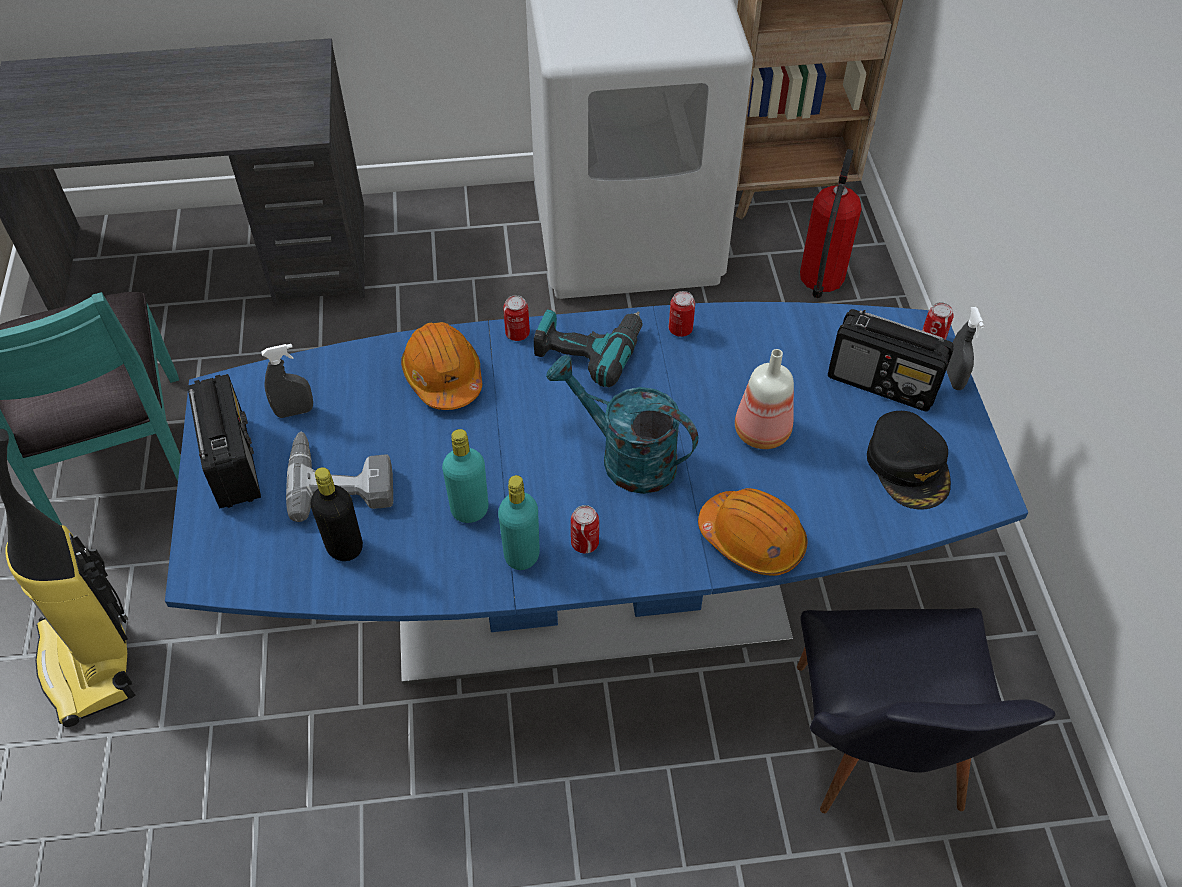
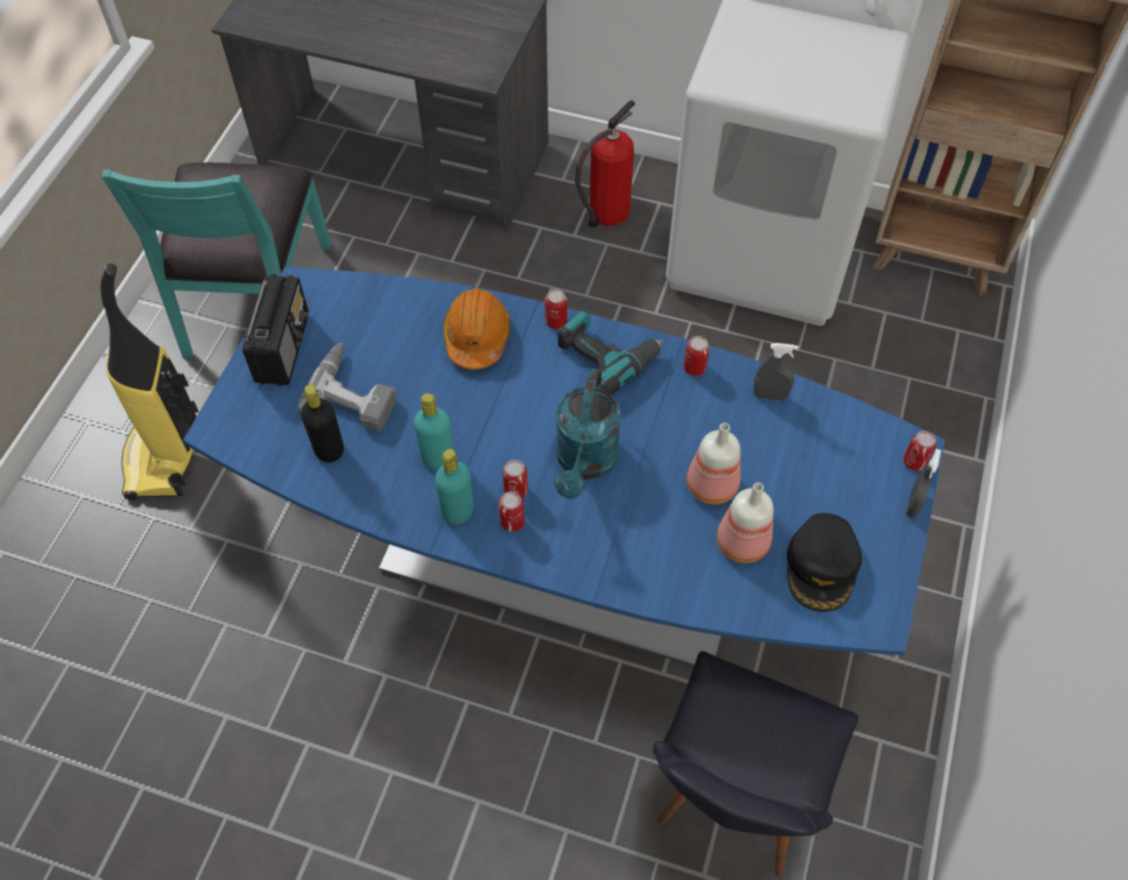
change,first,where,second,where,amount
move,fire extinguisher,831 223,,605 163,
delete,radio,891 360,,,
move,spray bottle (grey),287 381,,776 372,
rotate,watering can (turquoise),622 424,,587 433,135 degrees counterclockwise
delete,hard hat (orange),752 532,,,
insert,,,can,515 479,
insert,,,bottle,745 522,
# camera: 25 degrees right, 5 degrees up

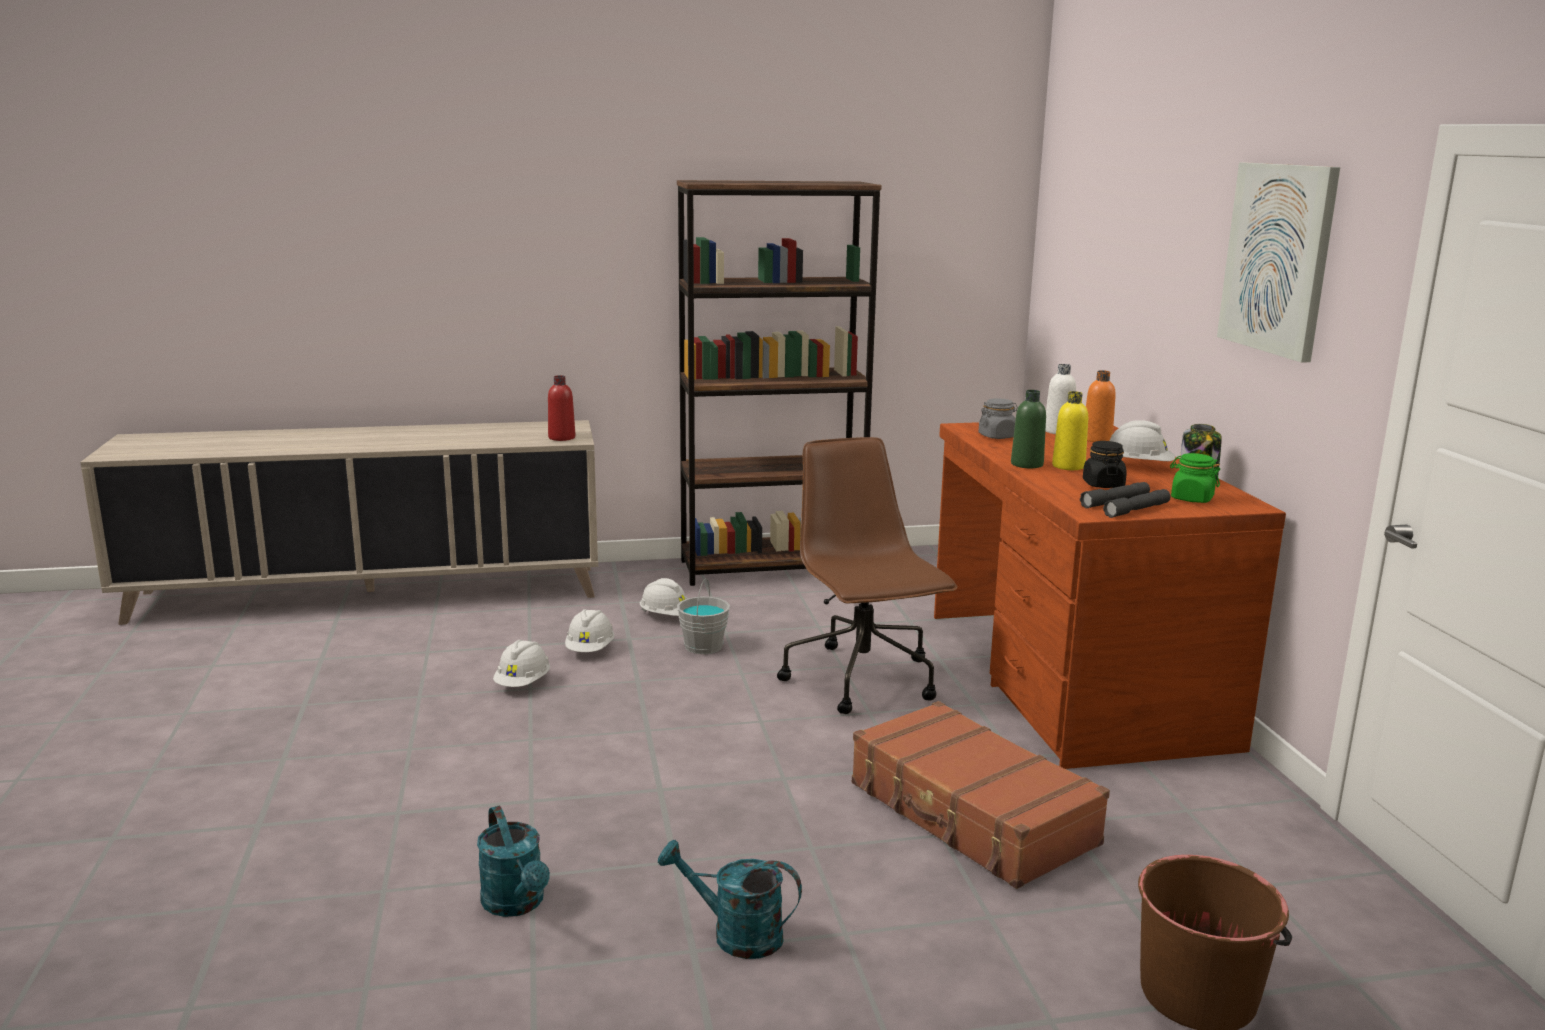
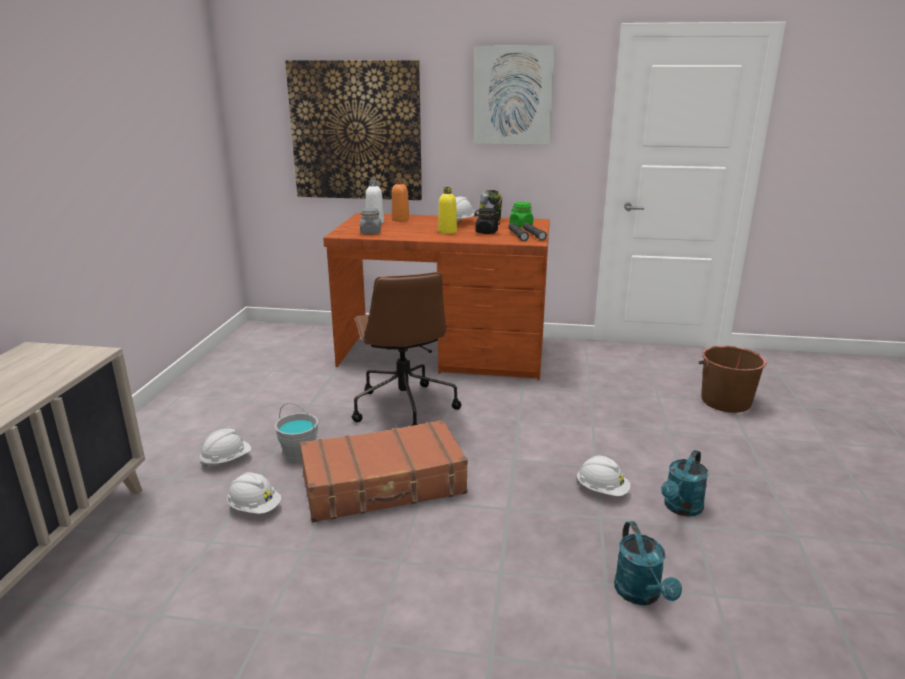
change,first,where,second,where,amount
delete,bookcase (brown),779 383,,,
delete,bottle (red),561 408,,,
delete,bottle (green),1028 429,,,
rotate,office chair (brown),867 575,,406 349,105 degrees counterclockwise
move,hard hat (white),521 663,,603 476,
move,suitcase (brown),981 795,,384 471,
rotate,watering can (turquoise),513 861,,648 563,90 degrees clockwise
insert,,,picture,353 130,
# camera: 70 degrees left, 5 degrees up

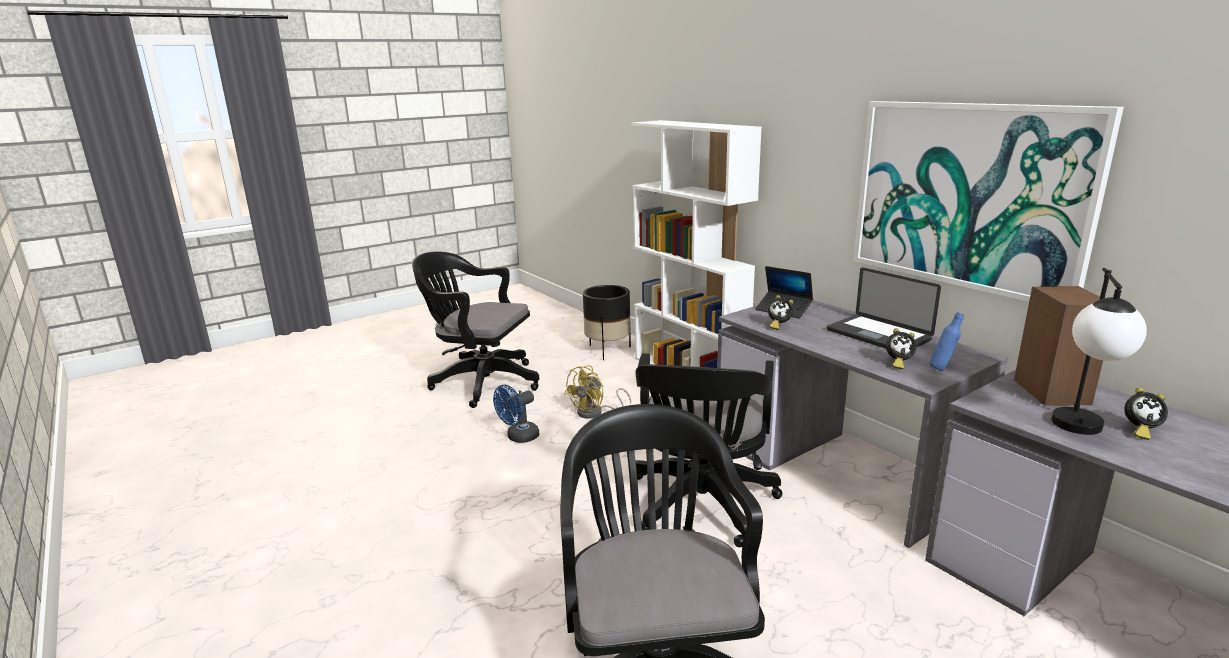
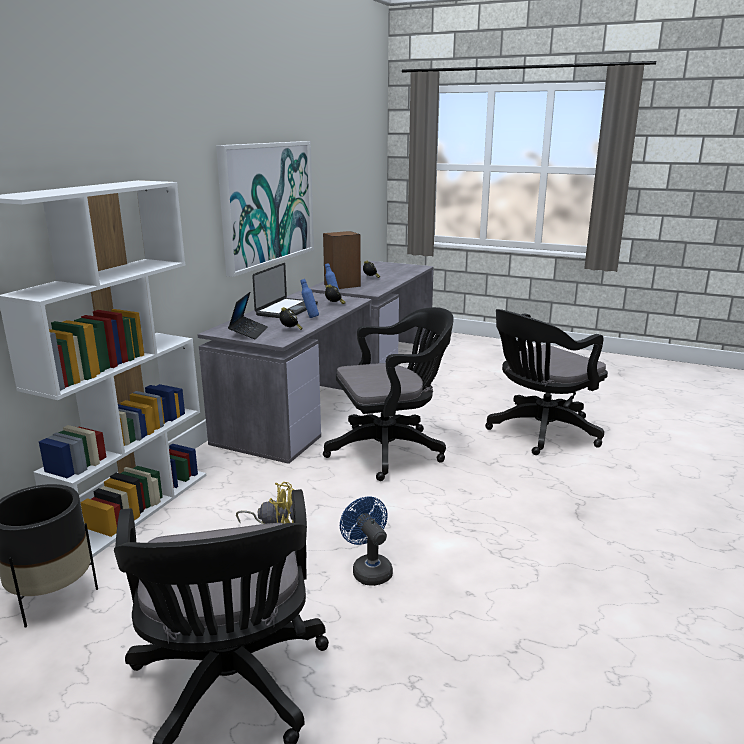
change,first,where,second,where,amount
delete,table lamp,1099 351,,,
rotate,fan (blue),516 414,,366 541,135 degrees counterclockwise
insert,,,bottle (blue),310 298,
# camera: 120 degrees left, 0 degrees up

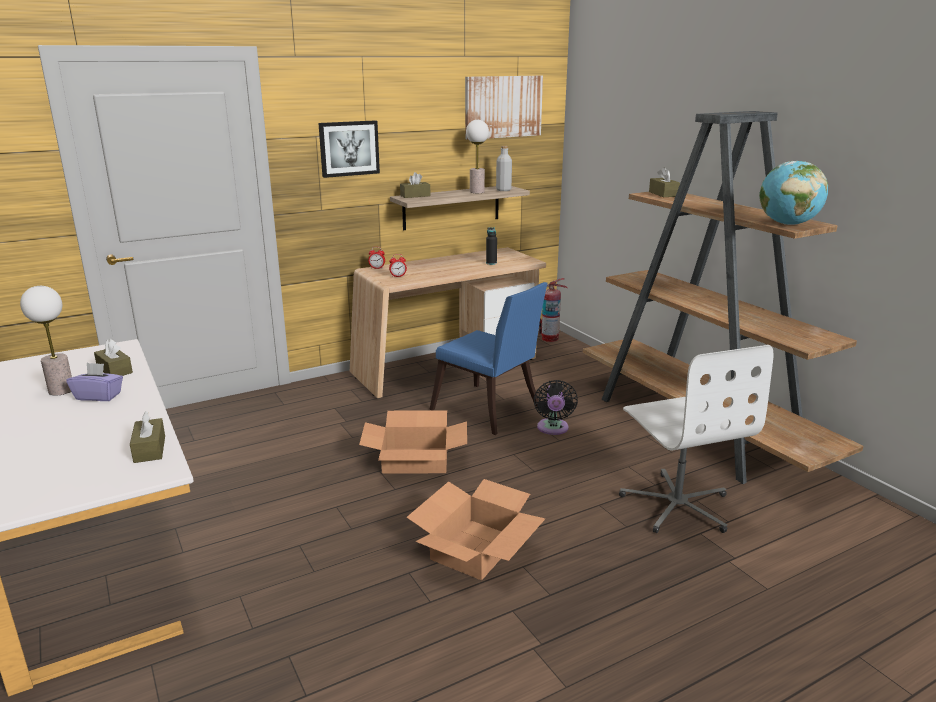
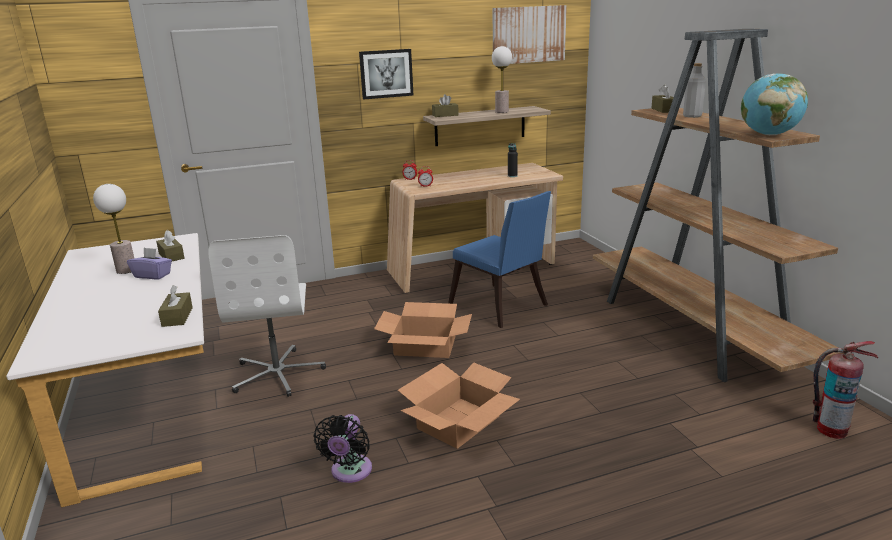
change,first,where,second,where,amount
move,bottle (grey),504 168,,694 90,
move,fire extinguisher,553 310,,845 390,
move,office chair (white),696 439,,267 316,
move,fan (black),556 407,,343 448,
# camera: 10 degrees right, 0 degrees up

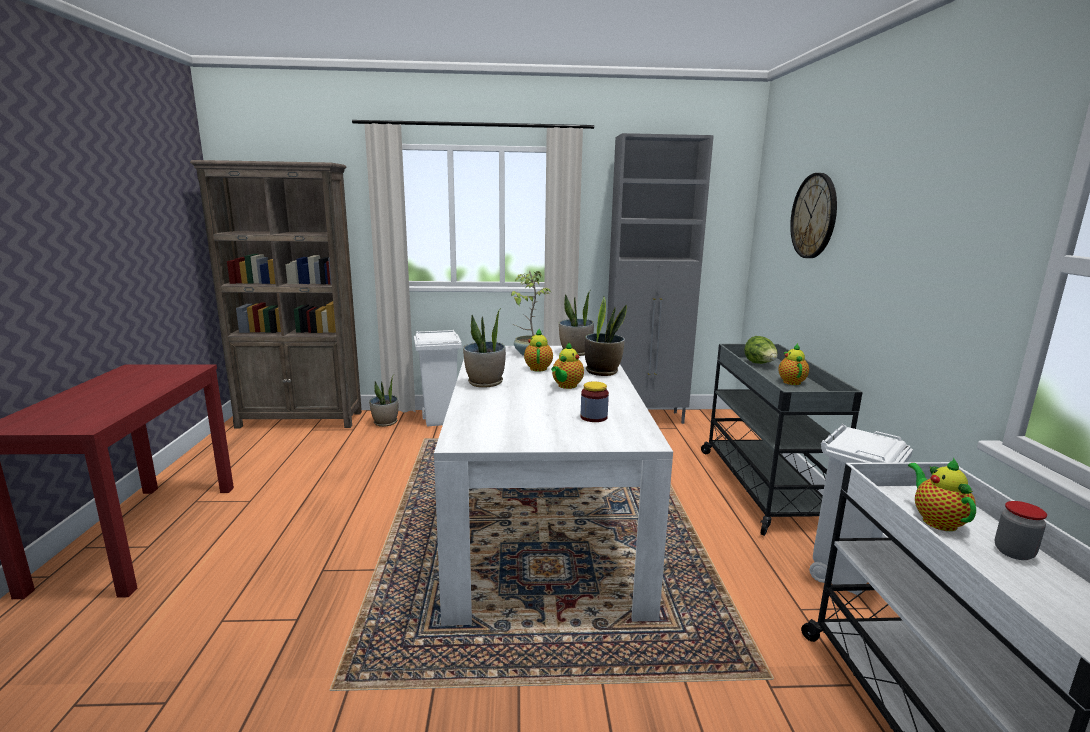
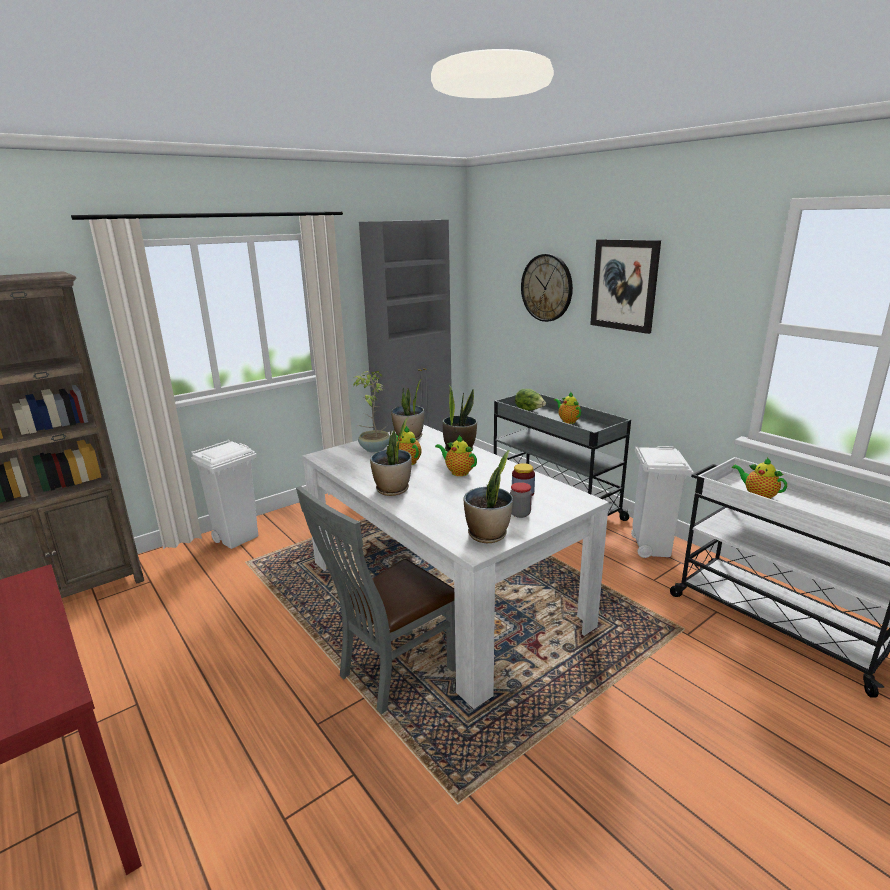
change,first,where,second,where,amount
rotate,teapot,567 365,,456 455,135 degrees clockwise
move,potted plant,383 401,,488 496,
move,jar,1021 530,,521 500,
insert,,,picture,625 286,
insert,,,chair (grey),376 600,
# camera: 35 degrees left, 5 degrees up

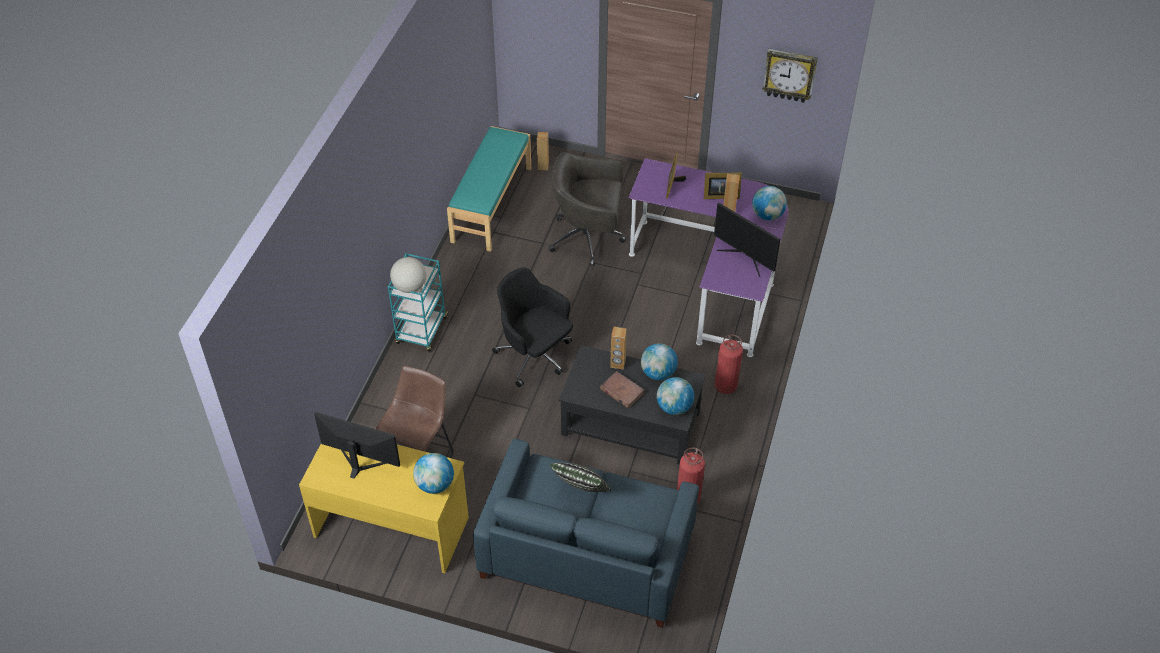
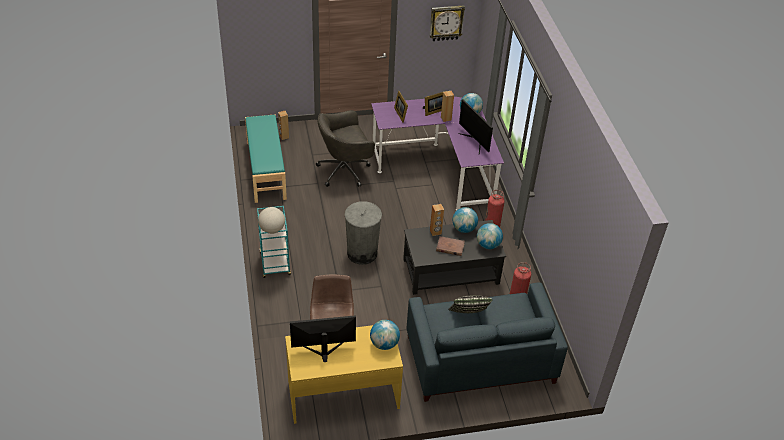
change,first,where,second,where,amount
rotate,monitor,747 240,,475 127,45 degrees clockwise
replace,office chair (black),532 327,trash can (grey),363 233,
# camera: 30 degrees left, 5 degrees down

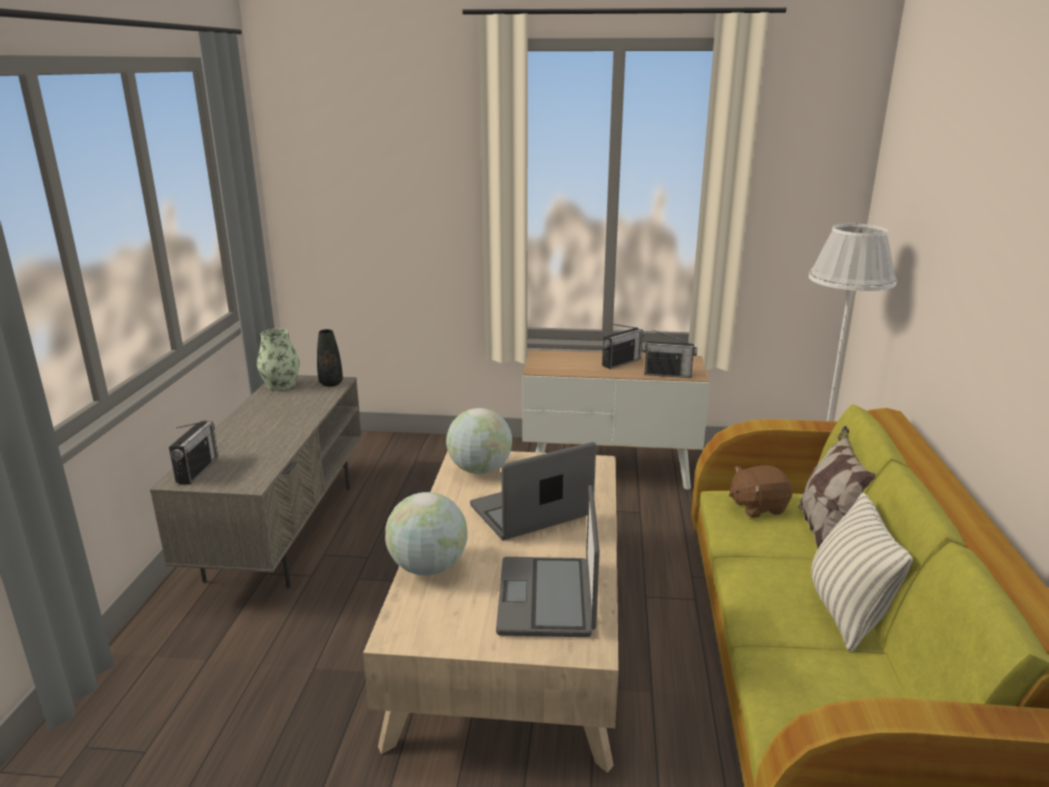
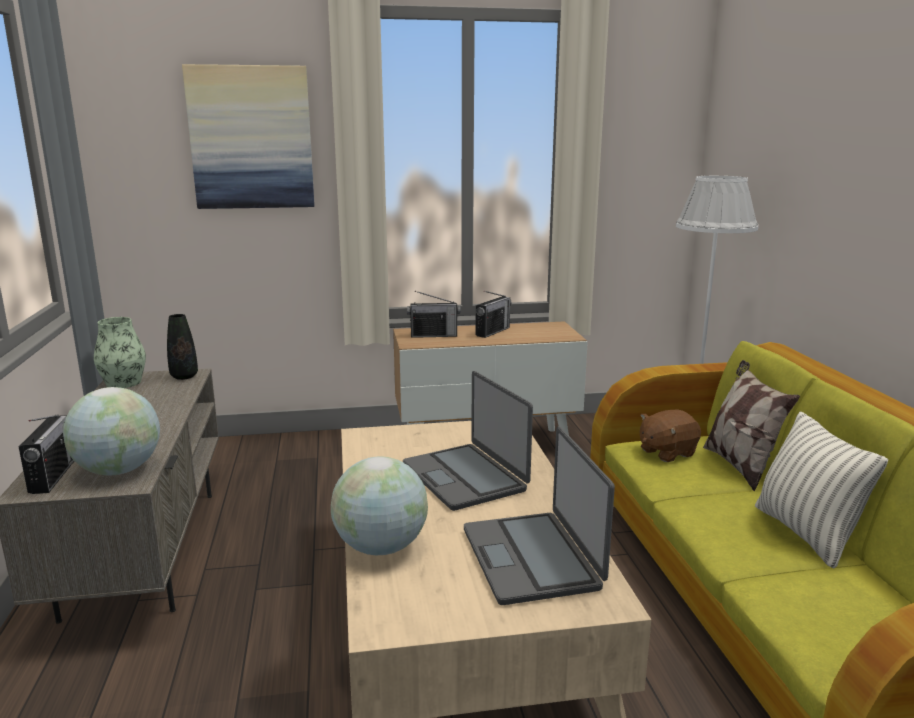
change,first,where,second,where,amount
move,radio,669 354,,434 314,
move,globe,479 441,,111 431,
rotate,laptop,533 491,,468 441,75 degrees counterclockwise
insert,,,picture,248 136,
# camera: 15 degrees left, 5 degrees down

